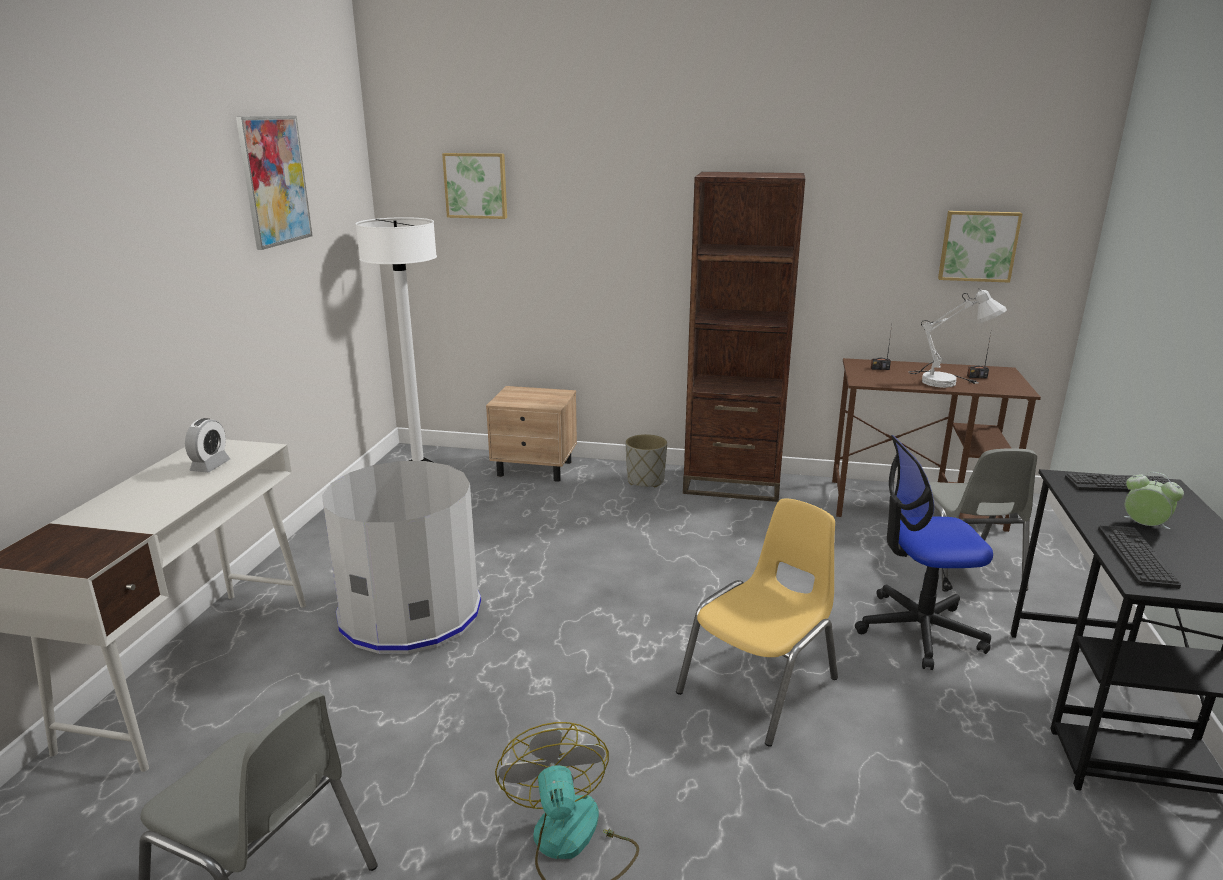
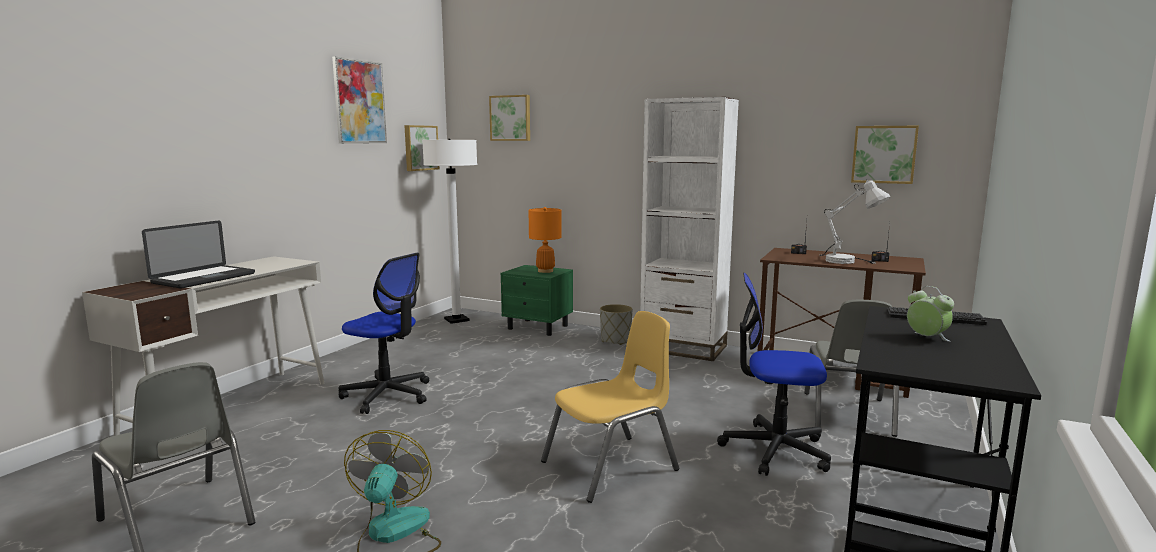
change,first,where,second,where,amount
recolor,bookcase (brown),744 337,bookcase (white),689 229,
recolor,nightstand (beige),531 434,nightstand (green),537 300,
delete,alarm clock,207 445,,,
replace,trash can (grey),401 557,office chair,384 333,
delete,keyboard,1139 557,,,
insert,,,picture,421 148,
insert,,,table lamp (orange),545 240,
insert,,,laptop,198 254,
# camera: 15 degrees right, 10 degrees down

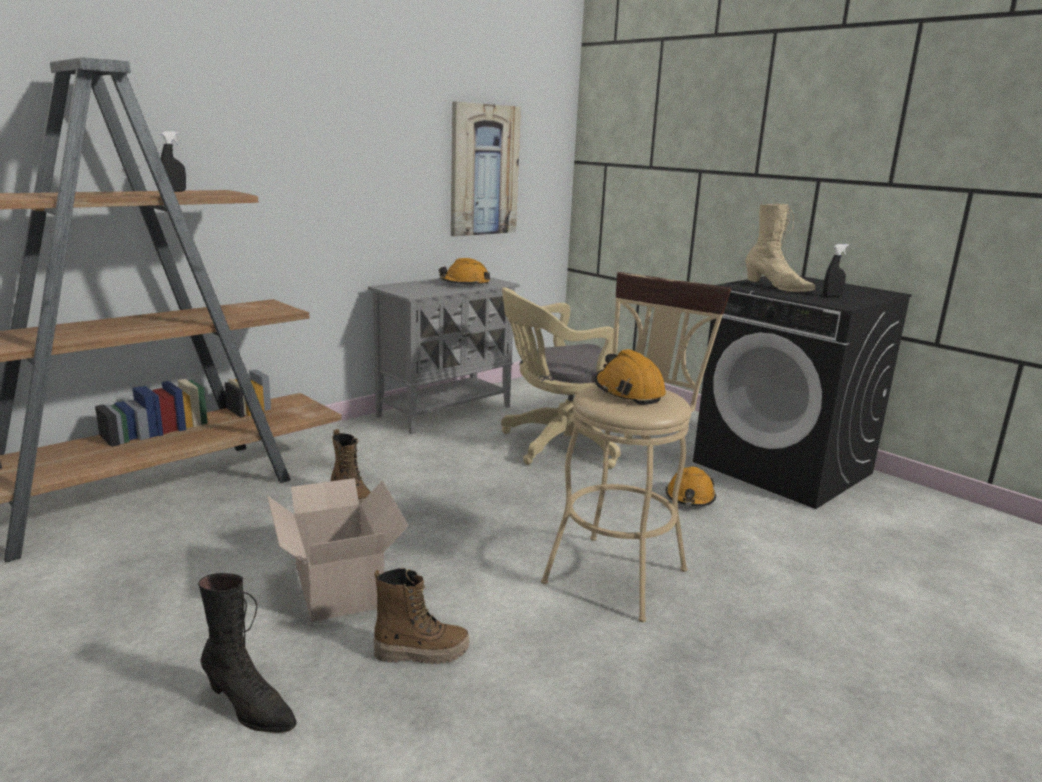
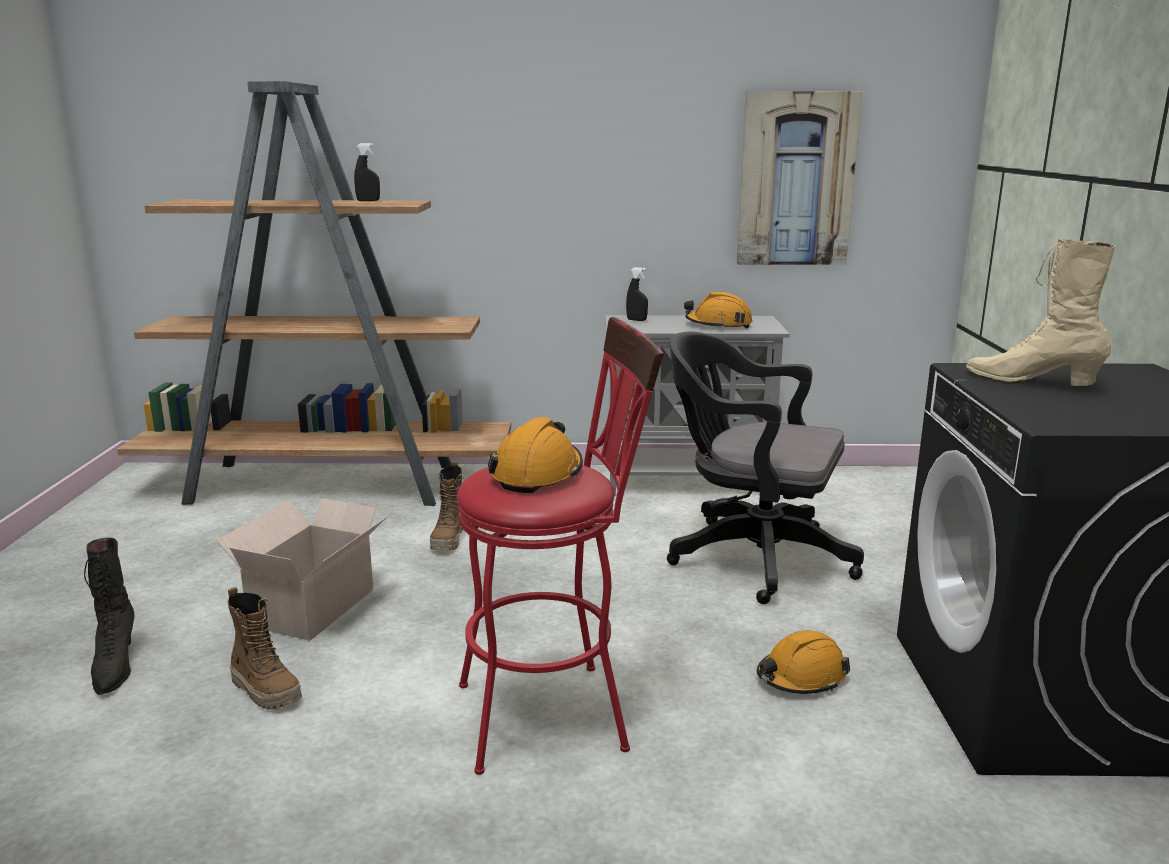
change,first,where,second,where,amount
rotate,boot (beige),780 248,,1040 312,135 degrees clockwise
move,spray bottle (black),836 270,,637 294,
recolor,stool (beige),636 447,stool (red),560 546,
recolor,office chair (beige),567 378,office chair (black),765 468,
# camera: 45 degrees right, 0 degrees up

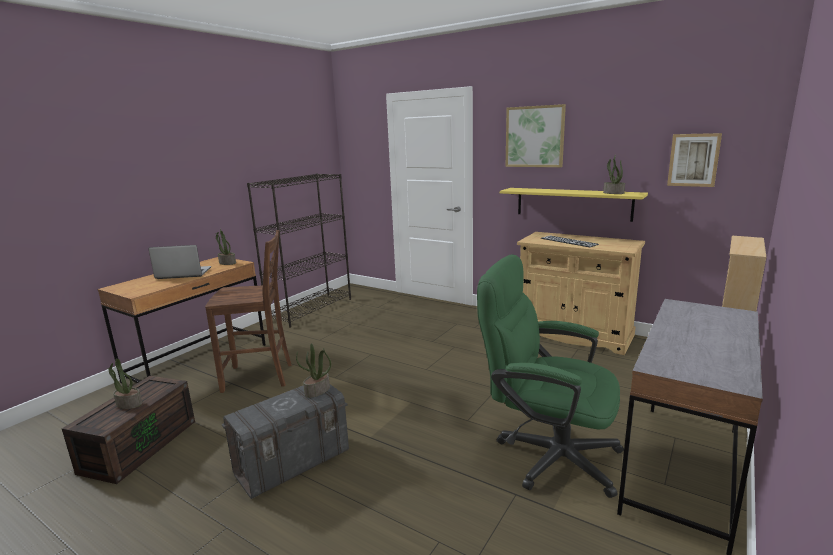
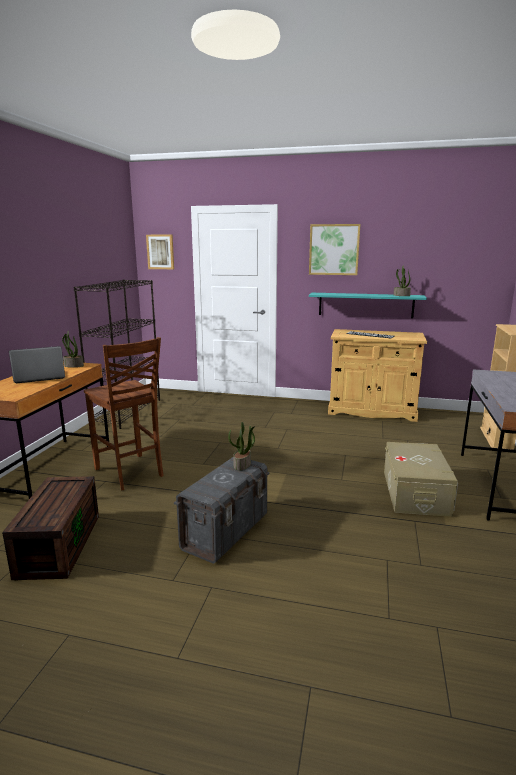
change,first,where,second,where,amount
move,picture,694 160,,160 252,
recolor,shelf (yellow),574 205,shelf (turquoise),368 305,
rotate,chair (brown),248 311,,124 413,75 degrees clockwise
replace,office chair (green),550 376,storage box (beige),421 479,
delete,potted plant,124 383,,,
# camera: 20 degrees left, 0 degrees up

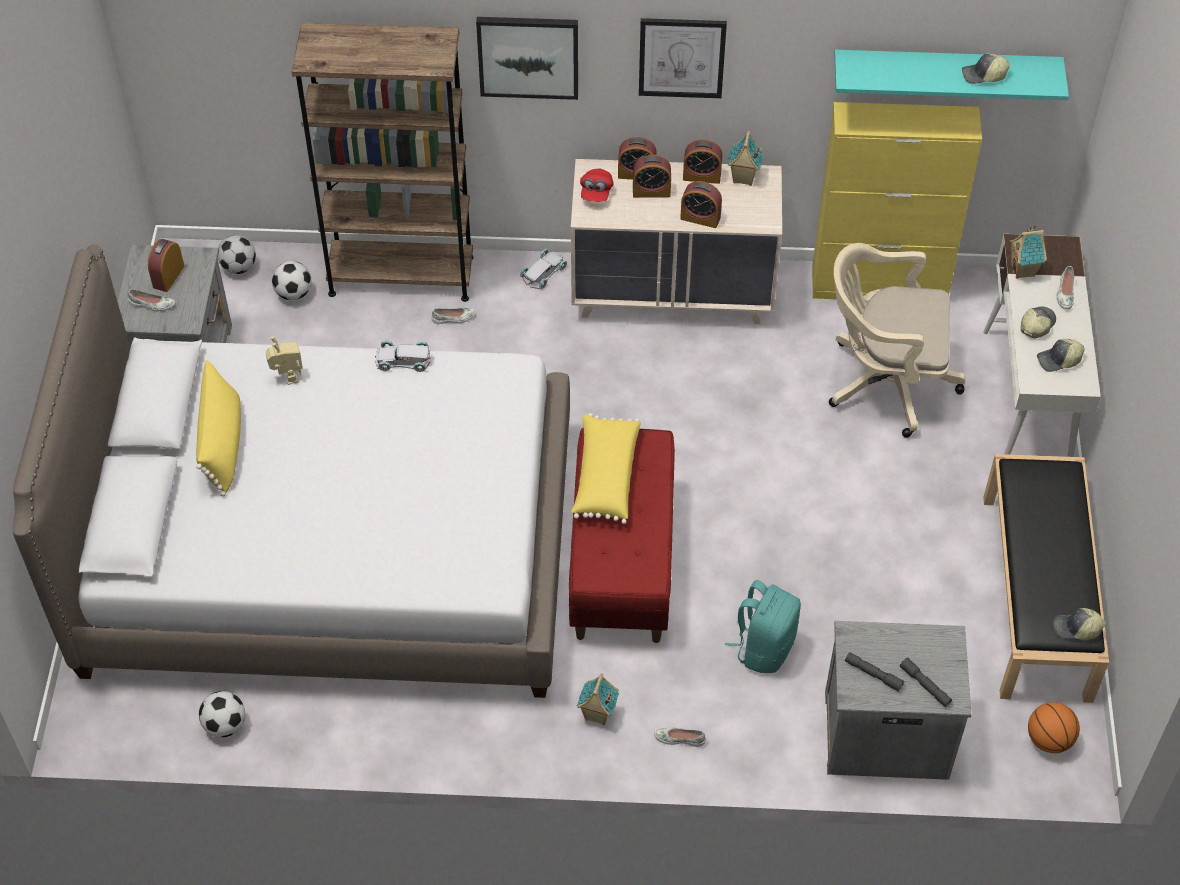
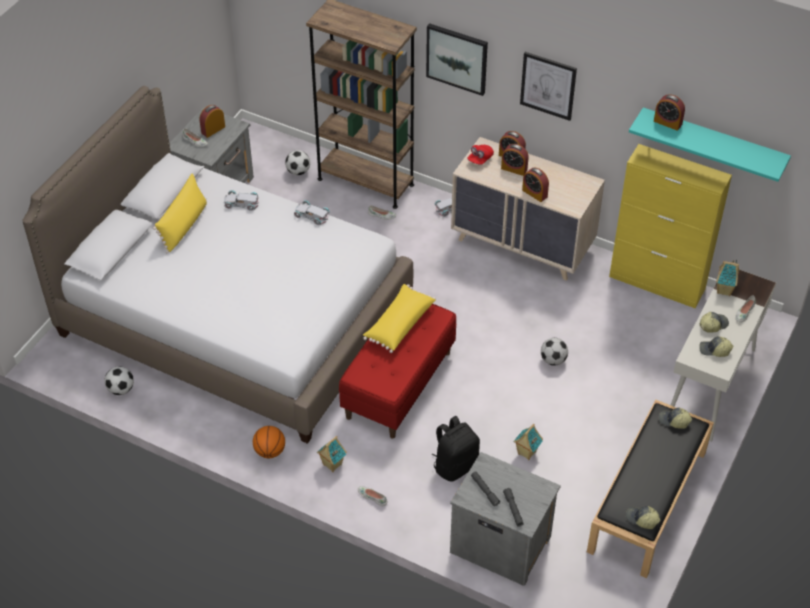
change,first,where,second,where,amount
move,cap,986 68,,675 418,
move,toy house,745 158,,528 442,
move,alarm clock,702 162,,669 112,
move,football,237 254,,554 352,
delete,office chair (beige),897 340,,,
replace,toy robot,284 360,toy car (white),241 200,
recolor,backpack (turquoise),763 626,backpack (black),456 449,
move,basketball,1054 727,,269 442,
# camera: 25 degrees right, 5 degrees down

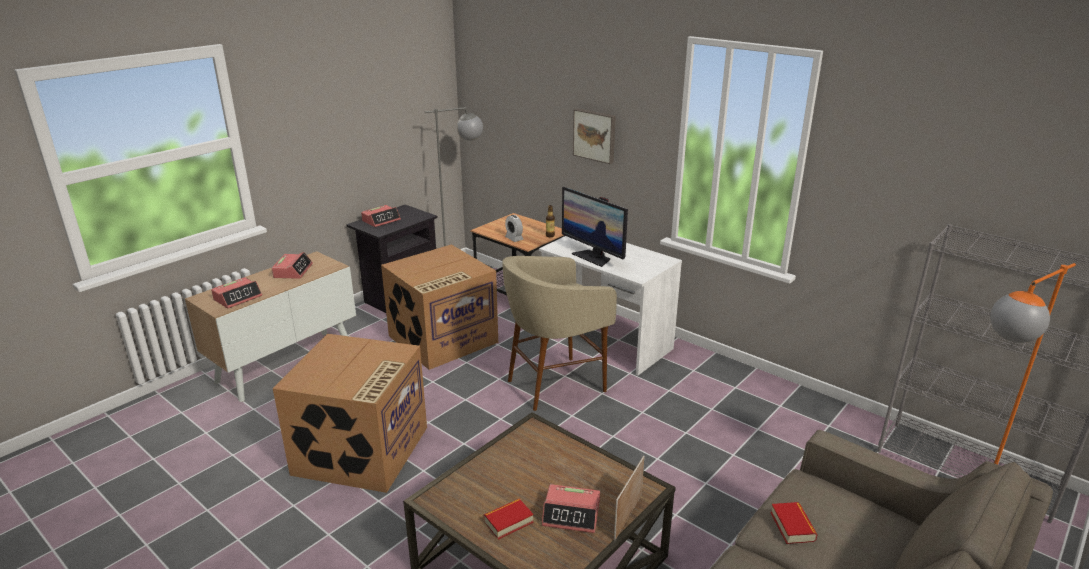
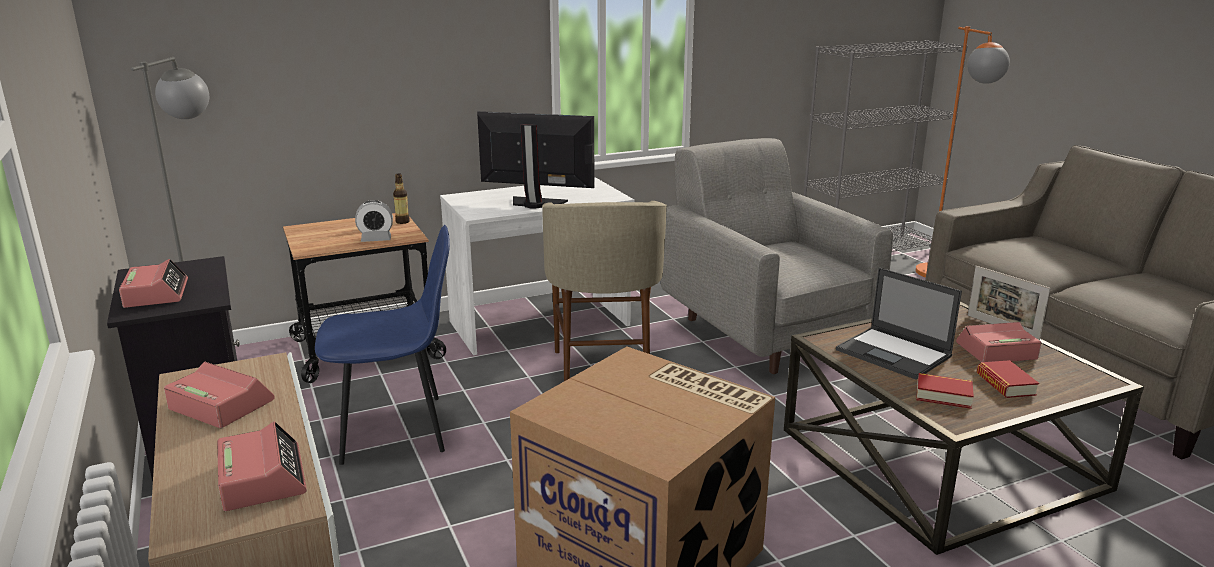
change,first,where,second,where,amount
delete,picture,594 136,,,
rotate,monitor,595 227,,536 159,150 degrees counterclockwise
replace,cardboard box,439 307,chair (blue),382 345,
rotate,alarm clock,571 508,,998 342,135 degrees counterclockwise
move,book,793 523,,945 391,
insert,,,armchair (grey),777 256,
insert,,,laptop,899 323,
# camera: 65 degrees left, 5 degrees down

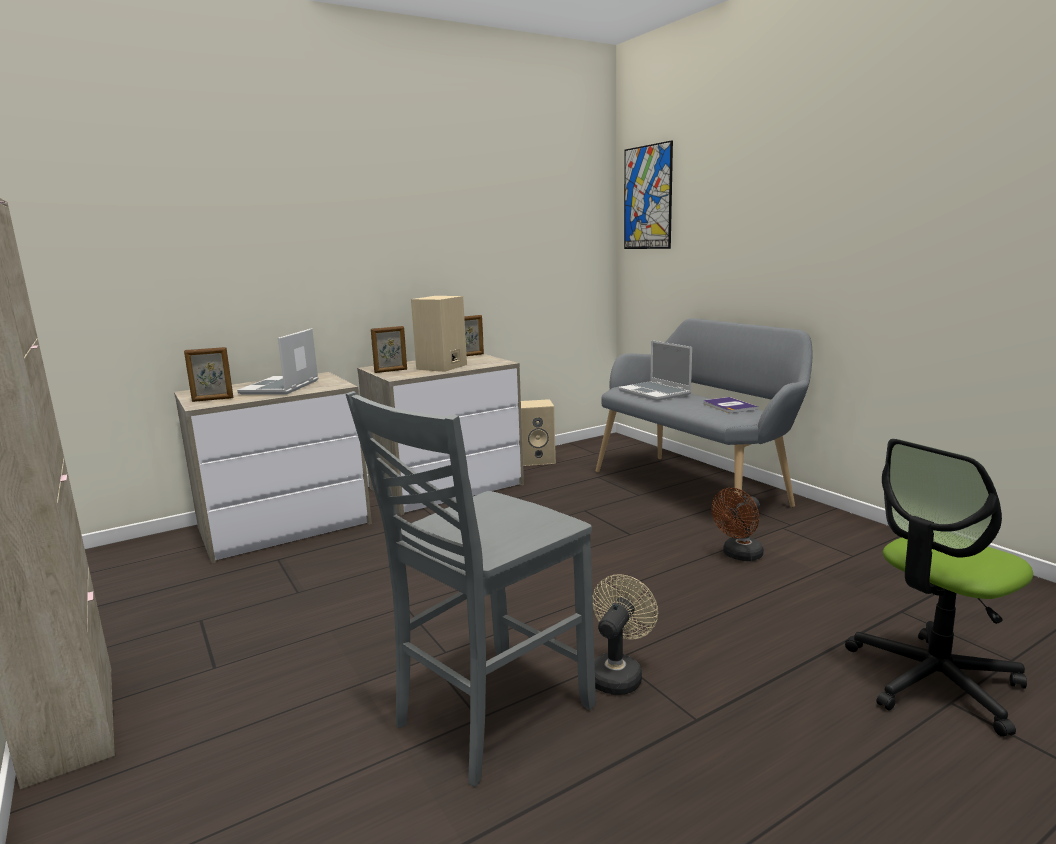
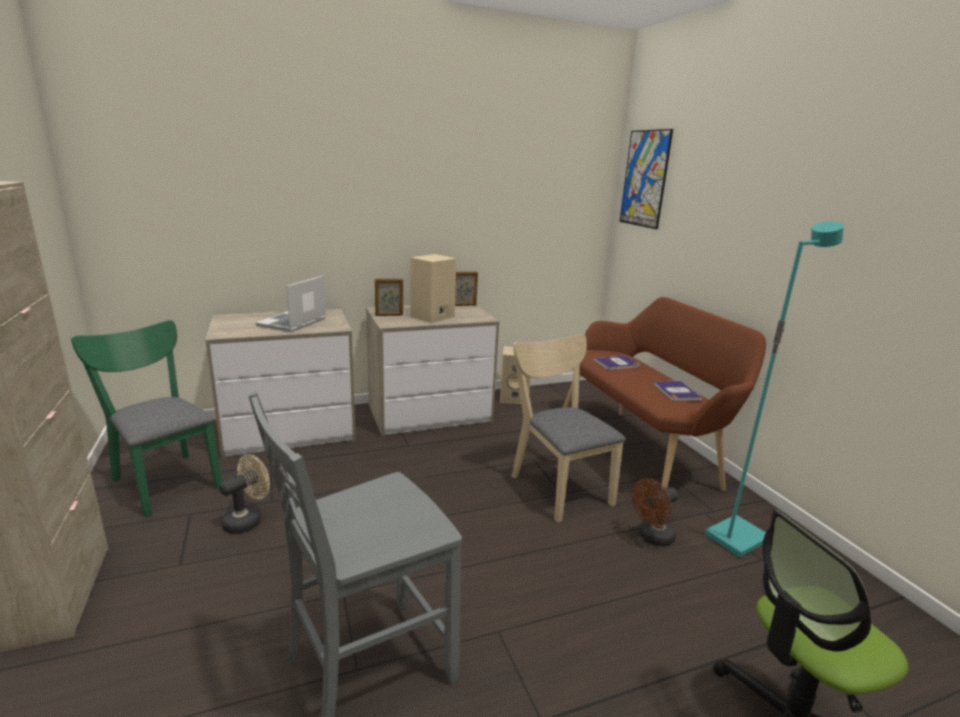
change,first,where,second,where,amount
recolor,bench (grey),704 412,bench (brown),664 394,
replace,laptop,655 370,book,617 362,
delete,picture frame,208 374,,,
move,fan (beige),625 634,,244 494,
insert,,,floor lamp (turquoise),774 390,
insert,,,chair (green),146 418,
insert,,,chair (beige),568 428,
# camera: 10 degrees right, 5 degrees up

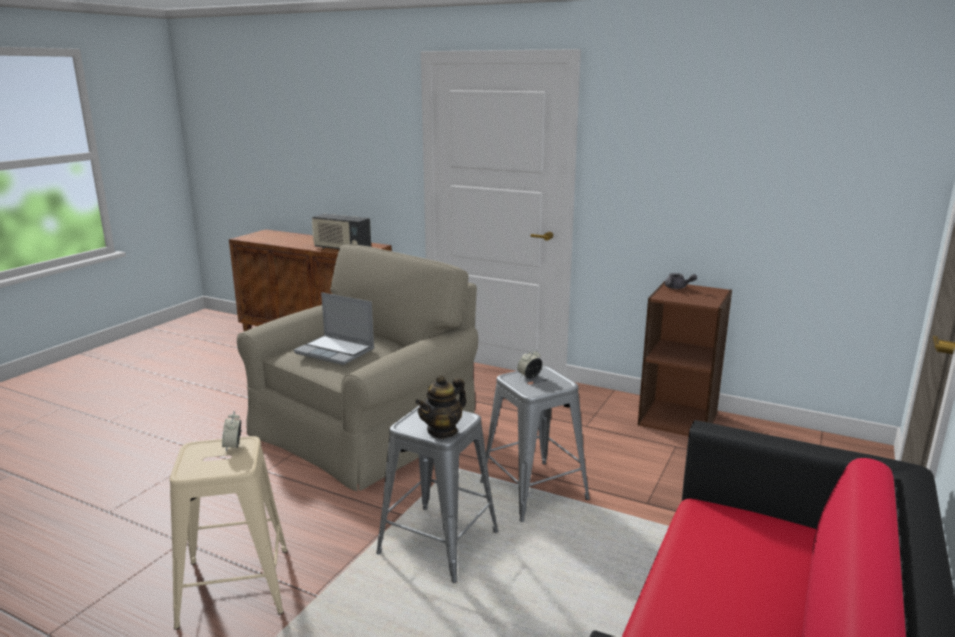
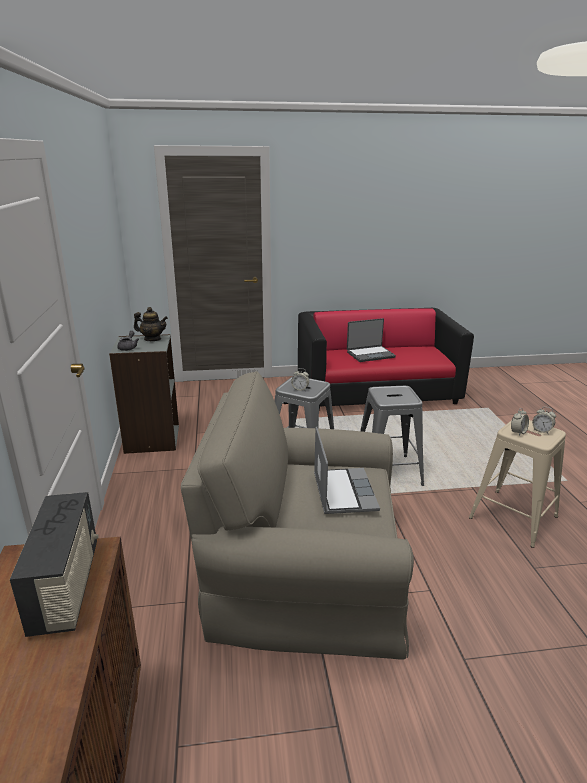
change,first,where,second,where,amount
recolor,bookcase (brown),685 358,bookcase (grey),144 394,
move,teapot,440 407,,151 324,
insert,,,laptop,371 340,
insert,,,alarm clock,544 420,
# camera: 125 degrees left, 5 degrees up

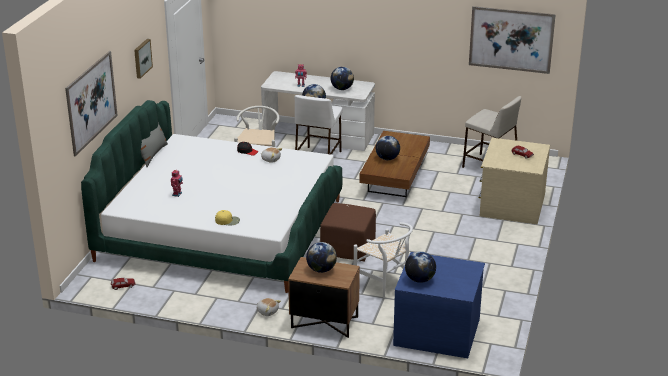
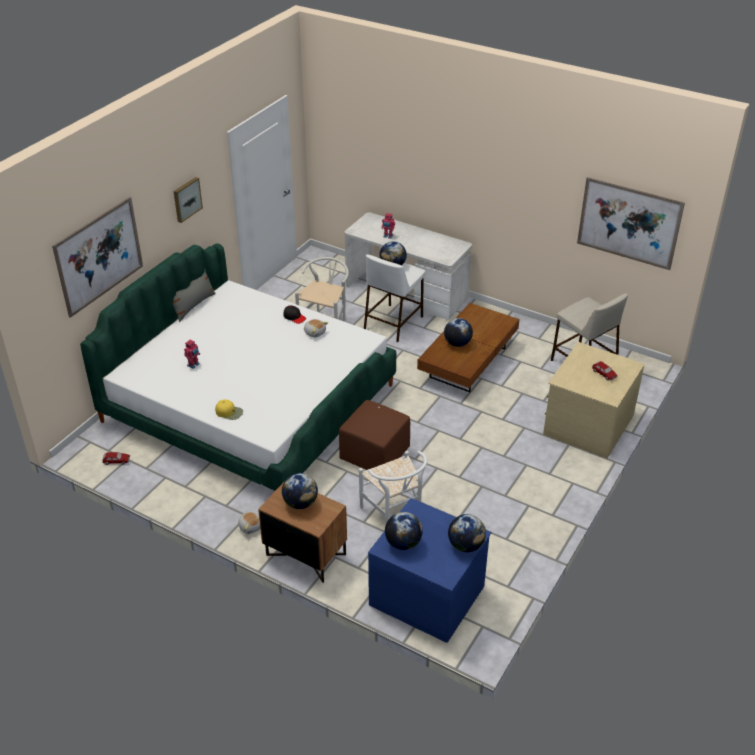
change,first,where,second,where,amount
move,globe,342 78,,467 533,
# camera: 15 degrees right, 10 degrees up

